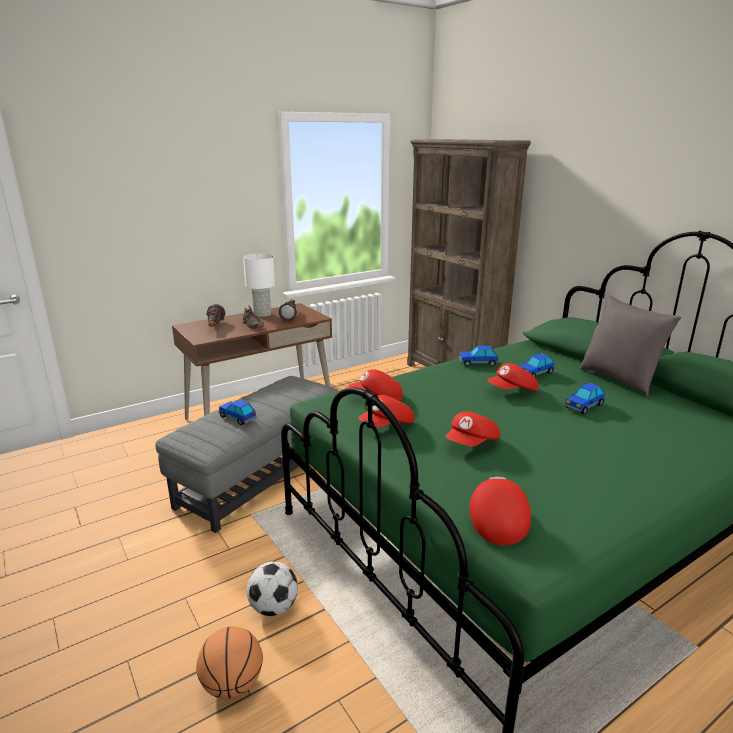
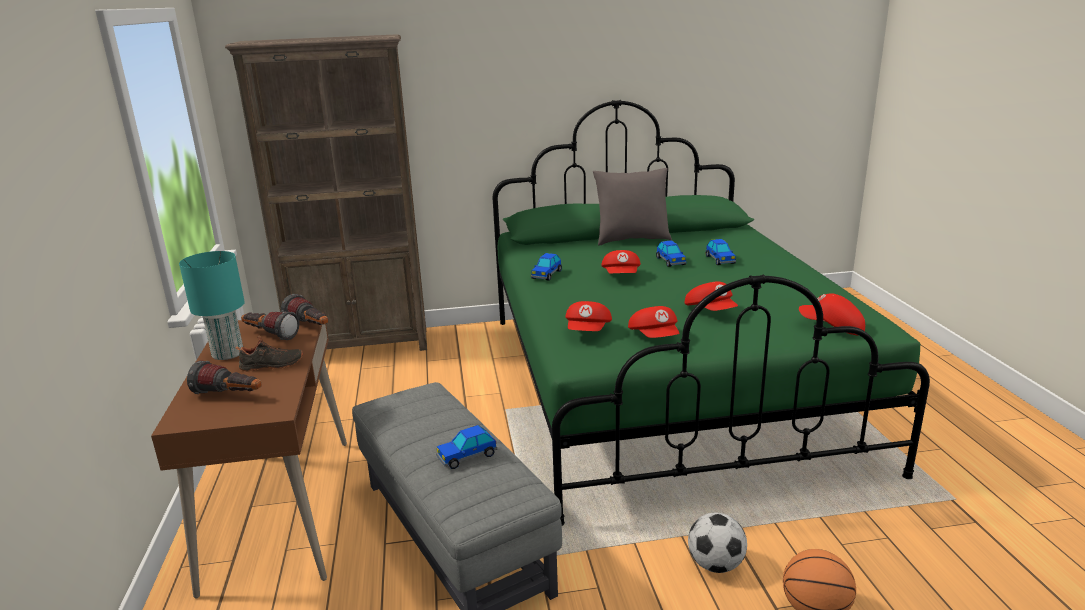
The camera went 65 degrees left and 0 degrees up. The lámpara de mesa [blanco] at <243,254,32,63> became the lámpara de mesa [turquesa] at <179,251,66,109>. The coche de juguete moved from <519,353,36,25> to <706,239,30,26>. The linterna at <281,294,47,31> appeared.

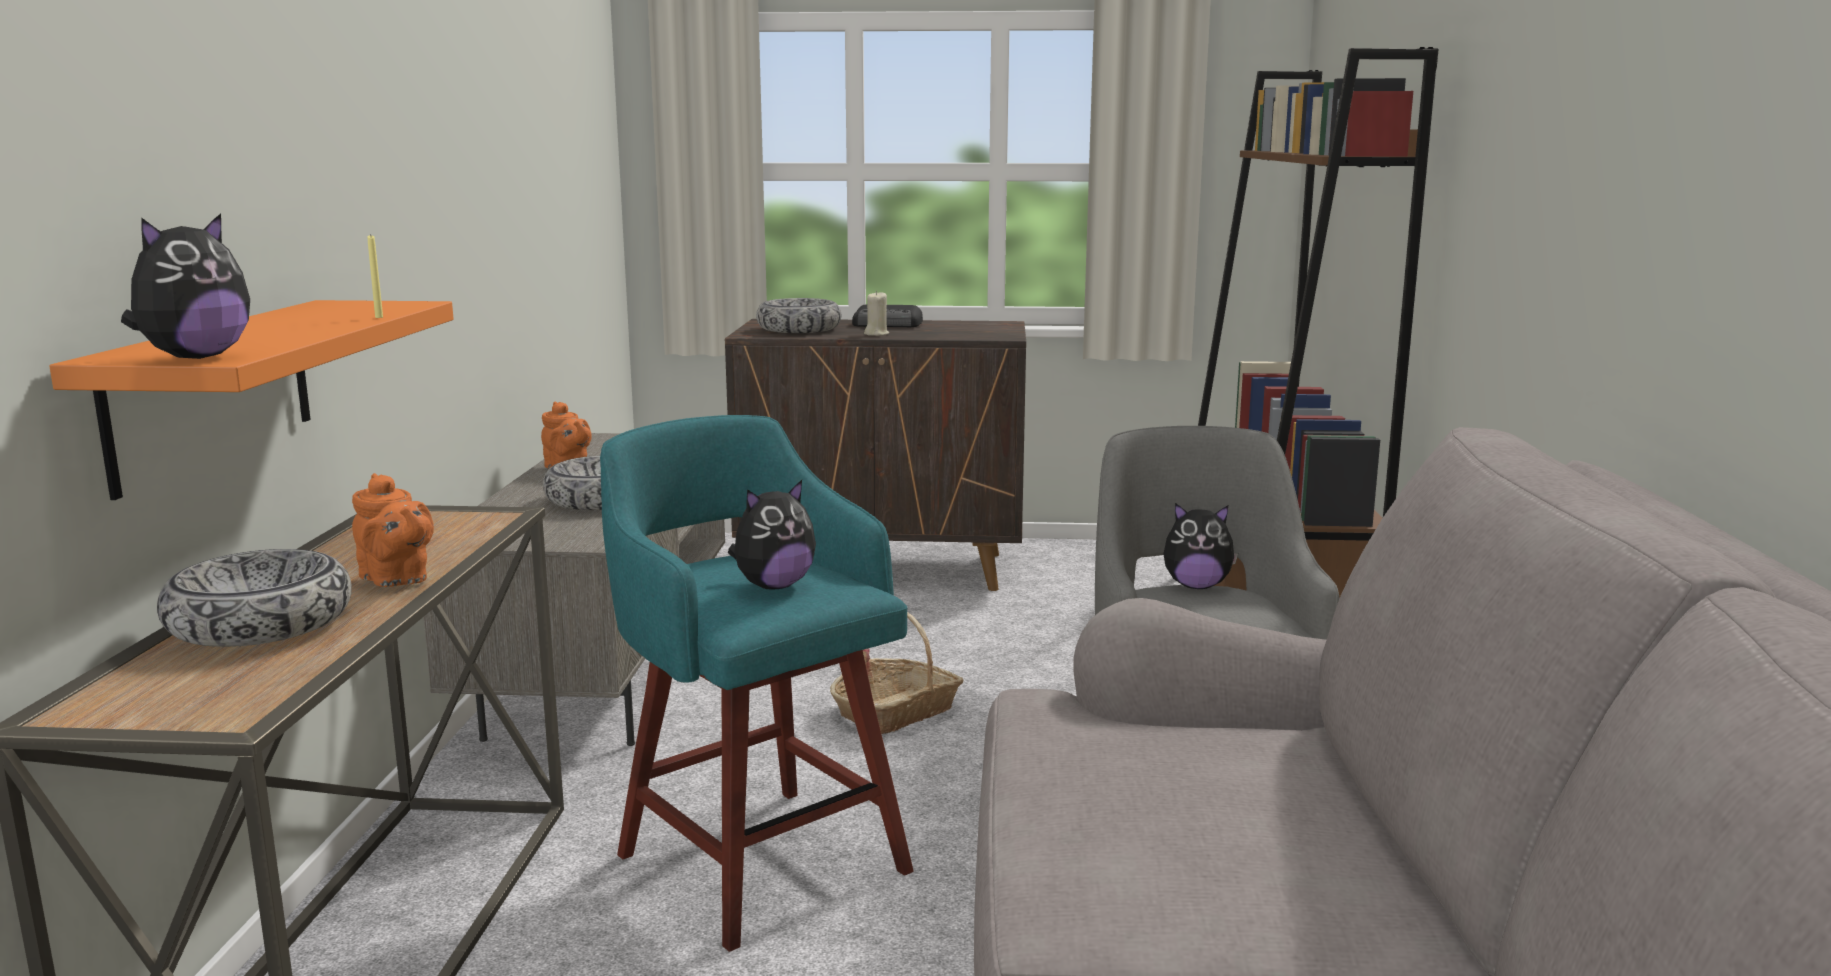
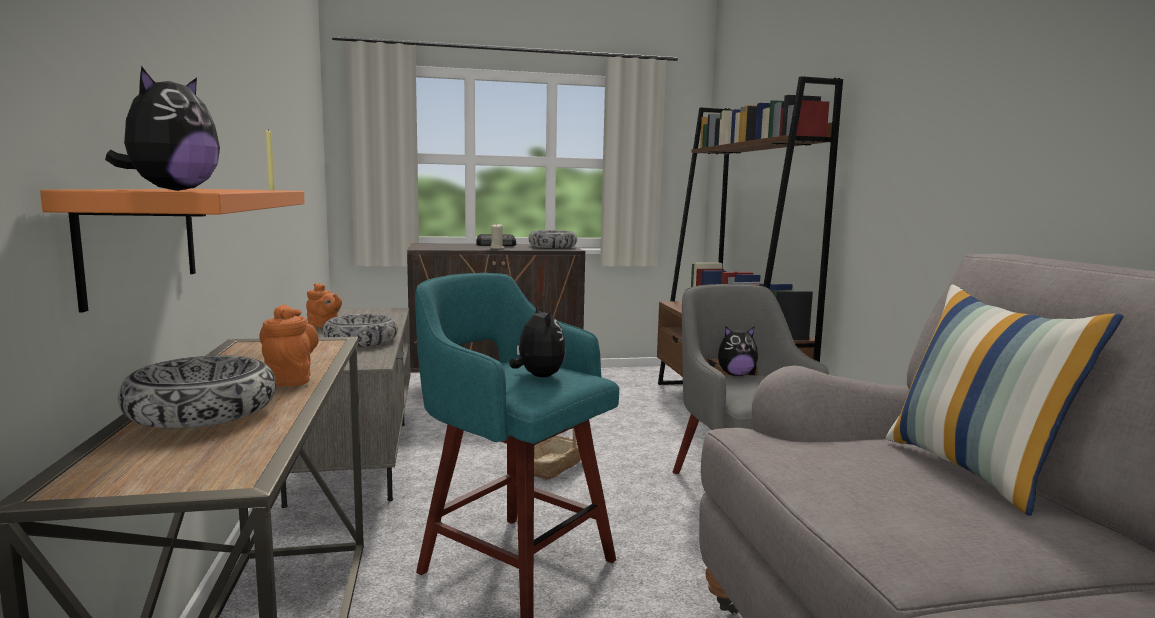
The camera went 15 degrees left and 5 degrees down. The cuenco moved from <756,298,86,35> to <529,230,48,18>. The tetera [naranja] at <352,473,82,114> turned 135 degrees counterclockwise. The peluche at <728,480,88,110> turned 60 degrees counterclockwise. The cojín at <886,284,237,232> appeared.

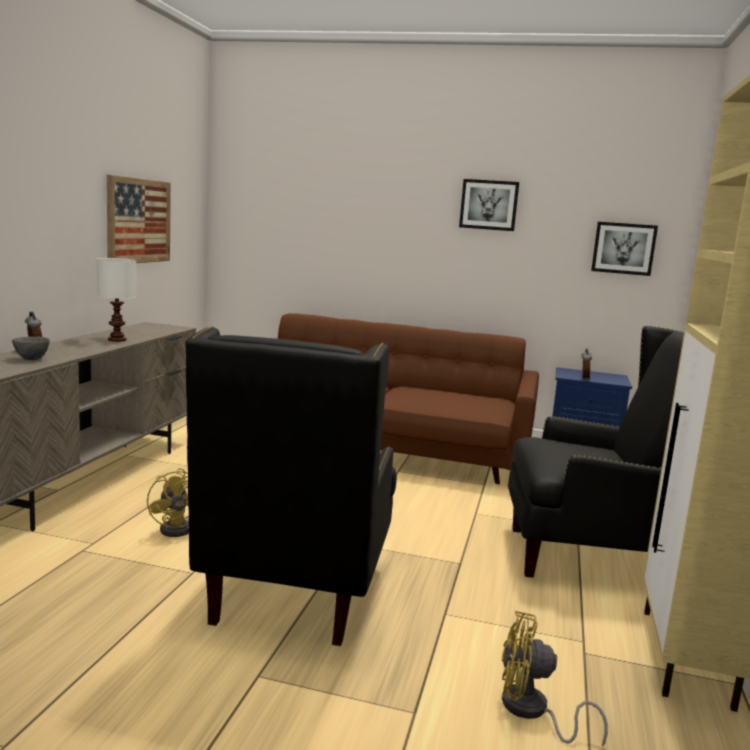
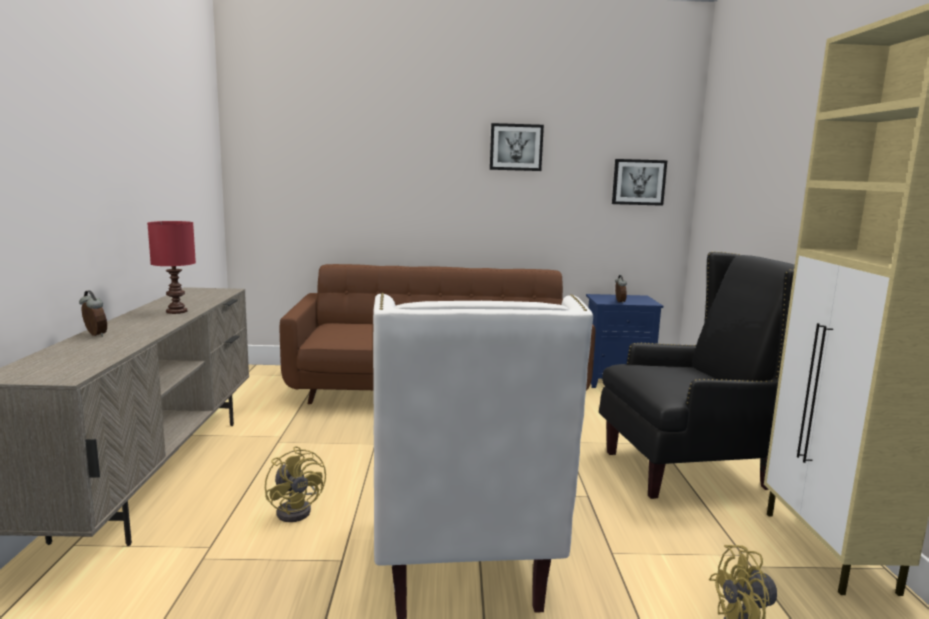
The camera went 15 degrees left and 0 degrees up. The cuadro at <107,175,64,88> disappeared. The lámpara de mesa [blanco] at <97,258,39,84> became the lámpara de mesa [rojo] at <147,221,49,93>. The sillón [negro] at <185,326,212,320> became the sillón [blanco] at <373,293,220,326>. The cuenco [gris] at <12,337,38,23> disappeared.

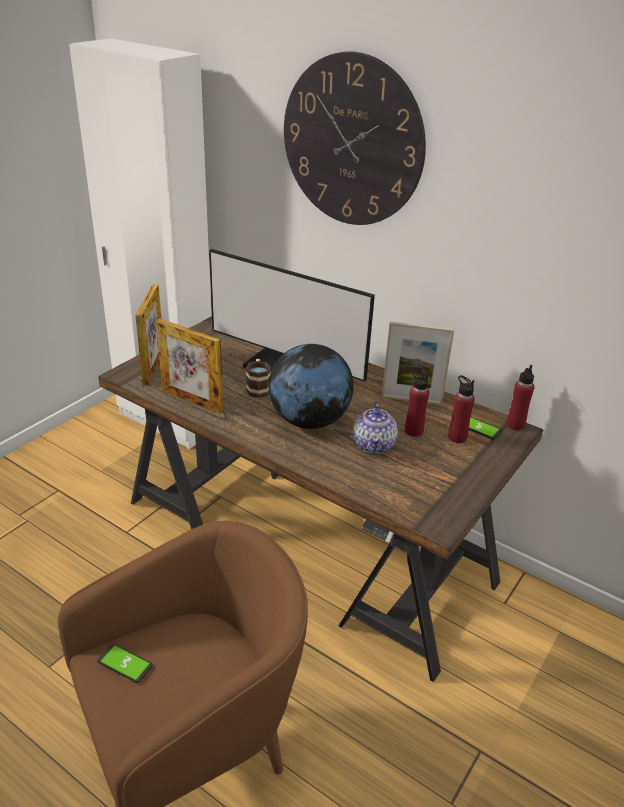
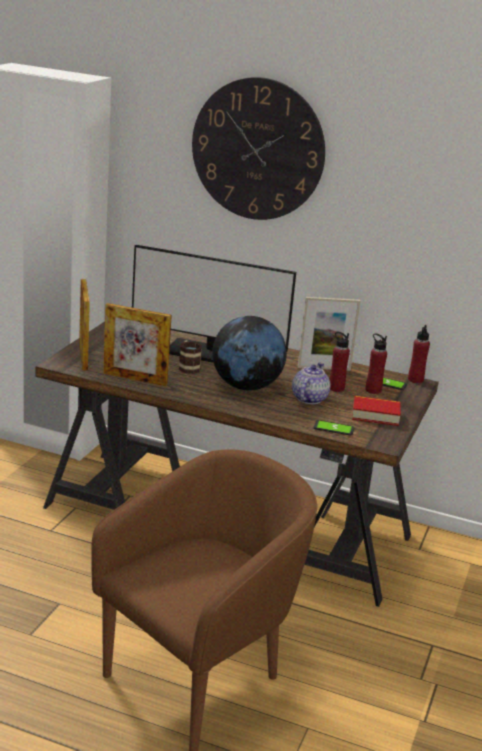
The camera went 15 degrees left and 10 degrees down. The tetera at <353,401,45,53> turned 150 degrees counterclockwise. The móvil moved from <97,644,56,39> to <314,420,40,16>. The libro at <352,396,48,30> appeared.

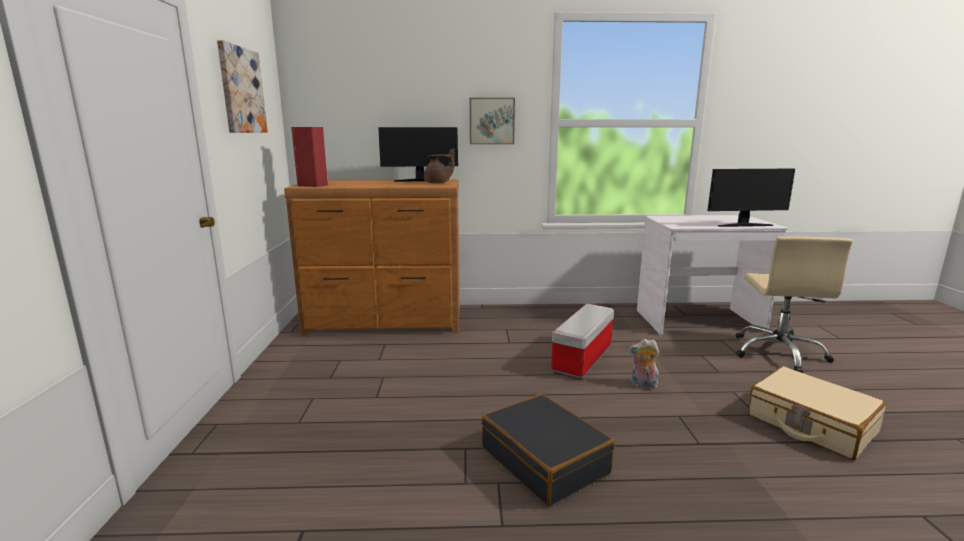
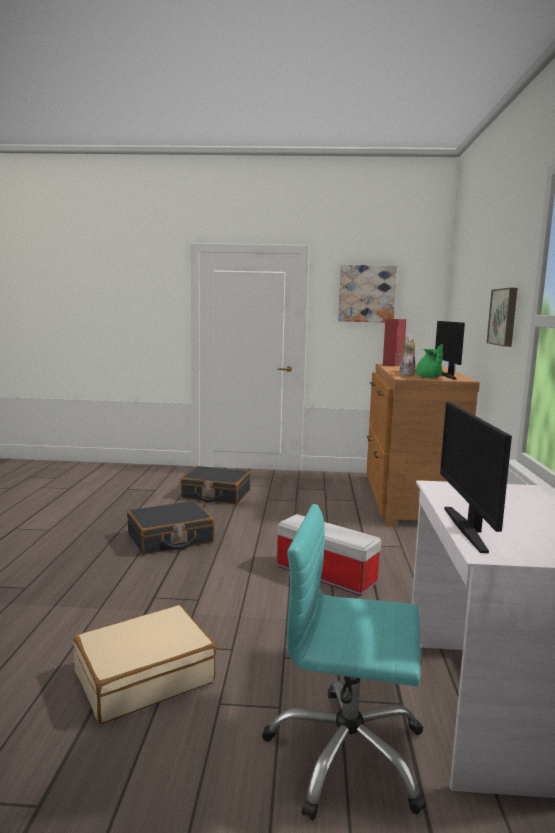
The camera went 95 degrees right and 5 degrees down. The tetera [marrón] at <424,148,31,35> became the tetera [verde] at <416,344,27,34>. The silla de oficina [beis] at <735,237,118,136> became the silla de oficina [turquesa] at <262,504,164,316>. The peluche moved from <629,339,30,50> to <398,335,18,40>. The maleta [negro] at <180,466,70,38> appeared.

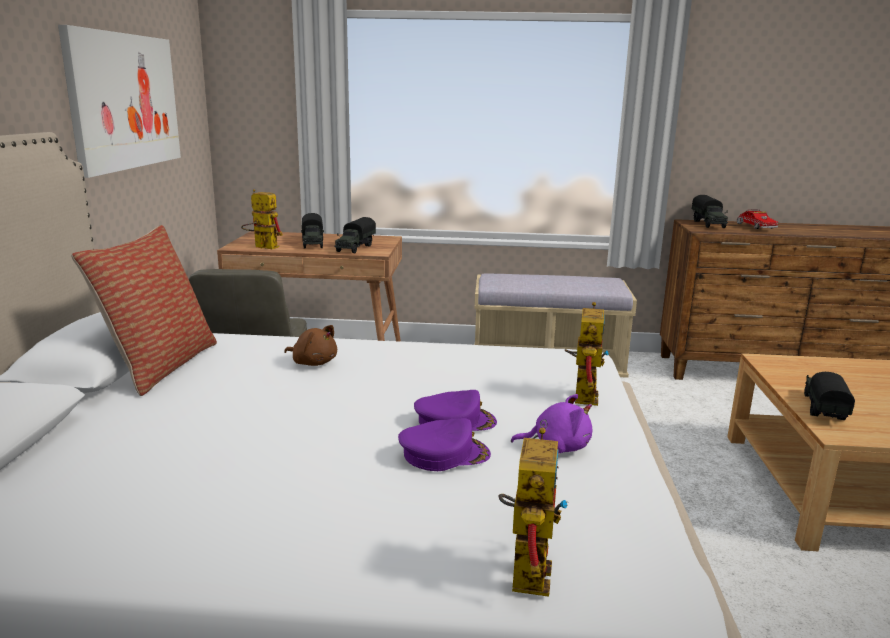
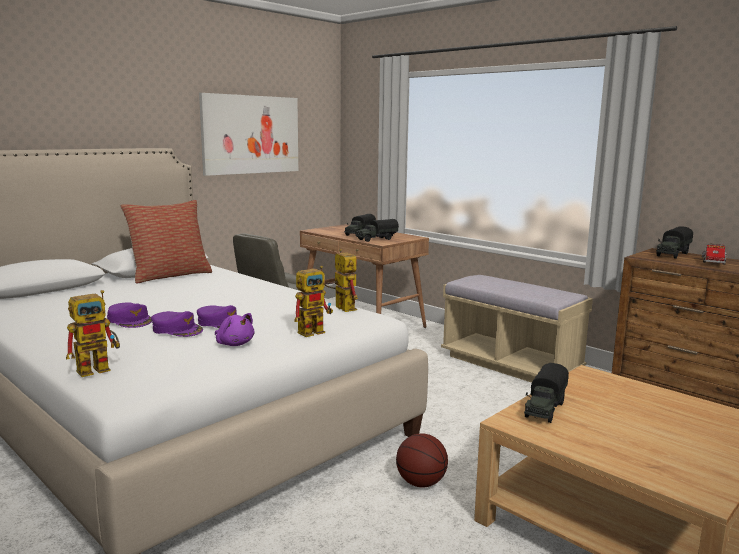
The camera went 40 degrees right and 5 degrees down. The robot de juguete moved from <241,189,42,60> to <325,249,33,63>. The peluche [marrón] at <284,325,53,41> disappeared. The camión de juguete at <804,372,51,48> turned 150 degrees clockwise. The gorra [morado] at <107,302,45,26> appeared. The balón de baloncesto at <396,433,52,54> appeared.

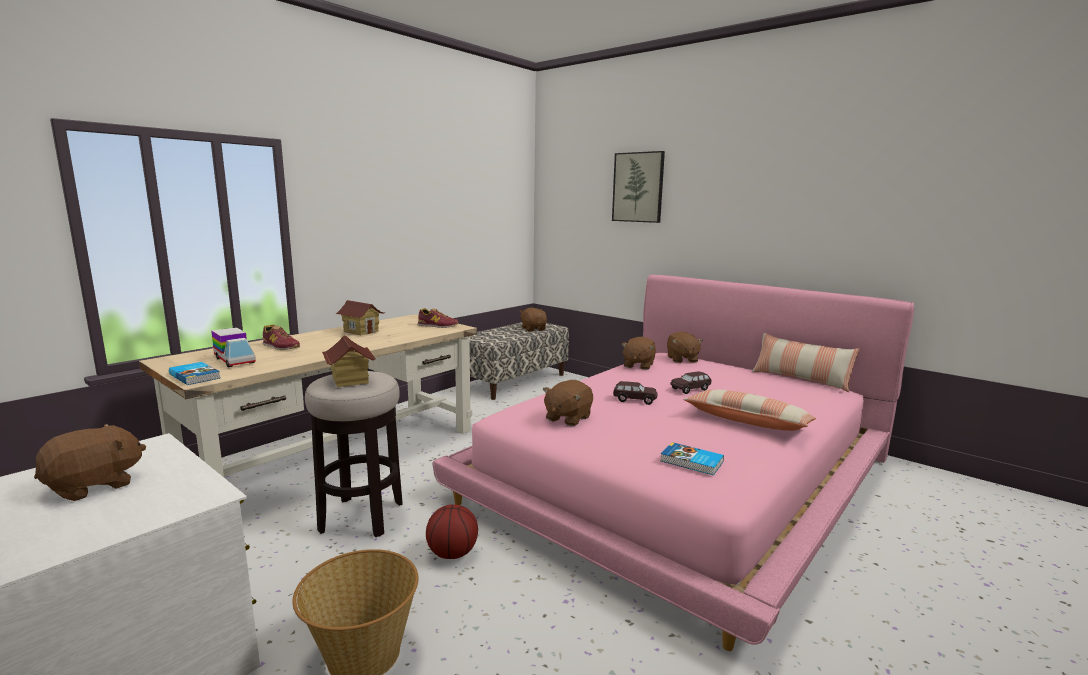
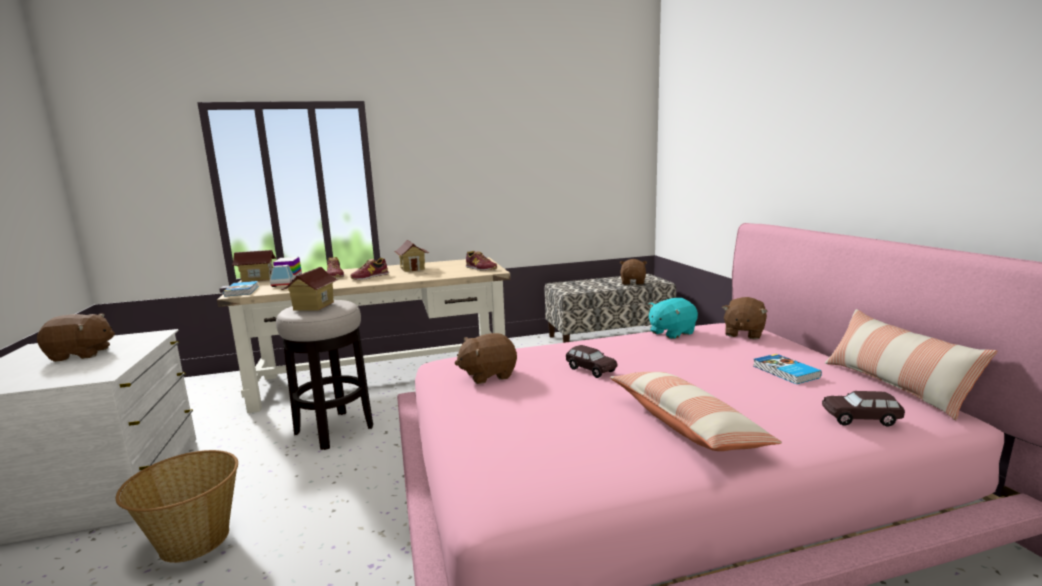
The camera went 35 degrees right and 0 degrees up. The cuadro at <612,151,53,72> disappeared. The peluche [marrón] at <622,337,34,33> became the peluche [turquesa] at <648,298,50,41>. The coche de juguete [marrón] moved from <670,371,41,23> to <822,391,83,35>. The libro moved from <660,442,64,33> to <754,354,68,30>. The balón de baloncesto at <426,505,52,54> disappeared. The casita at <232,250,44,32> appeared. The zapato at <350,258,39,22> appeared.

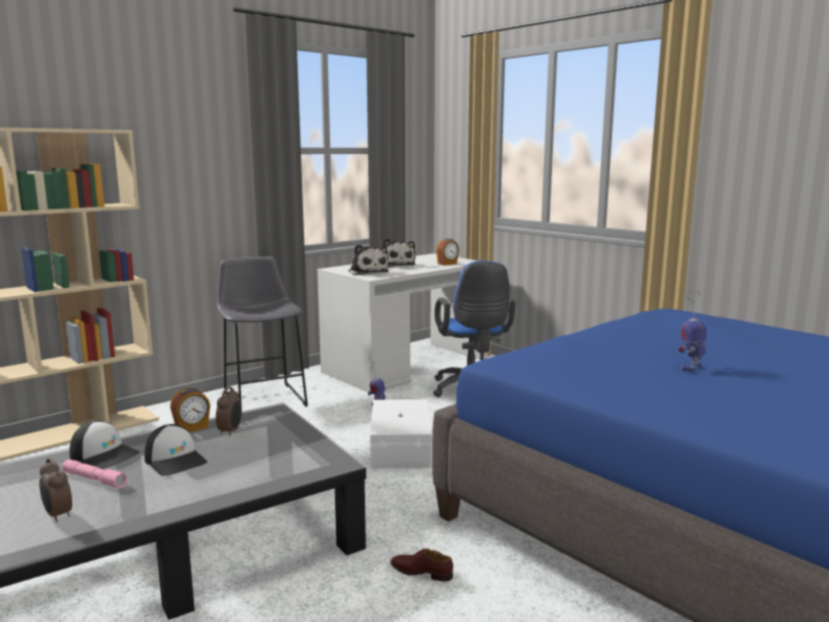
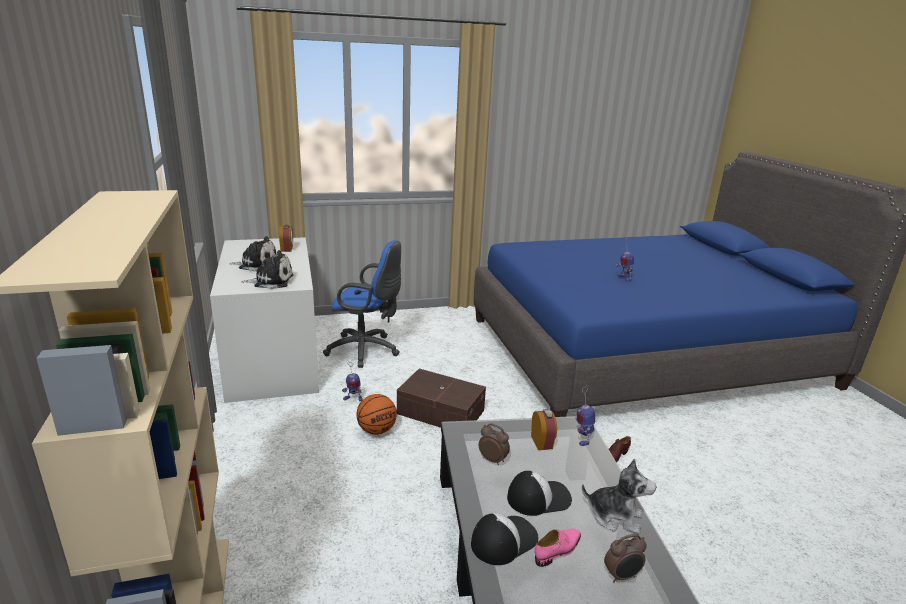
The camera went 65 degrees left and 10 degrees up. The taburete [gris] at <217,257,91,152> disappeared. The despertador moved from <170,388,40,44> to <531,409,26,41>. The caja de almacenaje [blanco] at <370,399,61,70> became the caja de almacenaje [marrón] at <397,369,89,59>. The linterna [rosa] at <62,459,65,30> was replaced by the zapato [rosa] at <534,528,47,39>. The robot de juguete at <576,385,19,61> appeared. The balón de baloncesto at <357,394,40,41> appeared. The peluche at <582,459,75,75> appeared.

